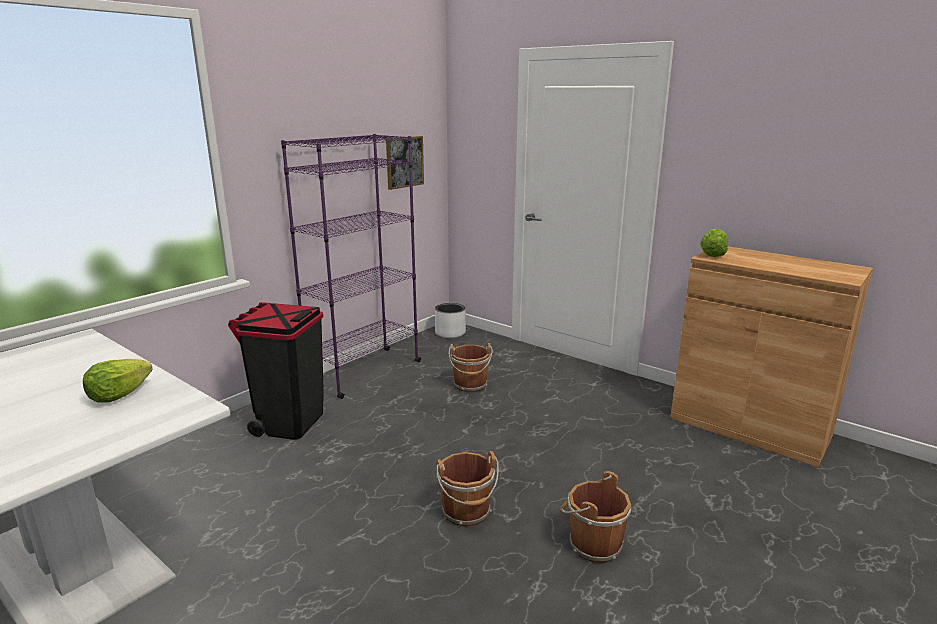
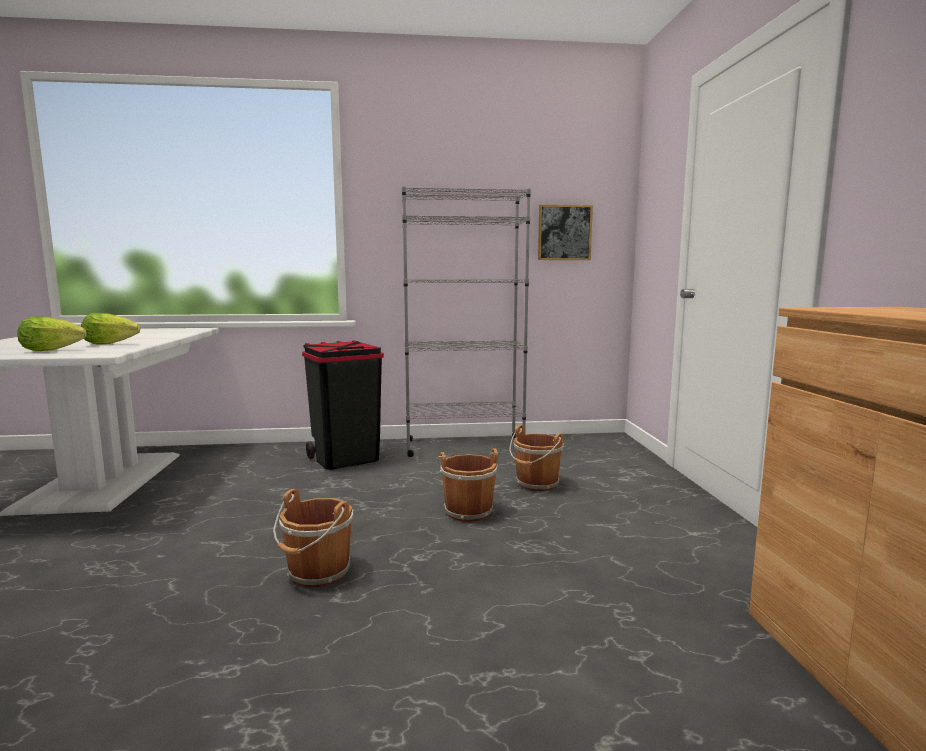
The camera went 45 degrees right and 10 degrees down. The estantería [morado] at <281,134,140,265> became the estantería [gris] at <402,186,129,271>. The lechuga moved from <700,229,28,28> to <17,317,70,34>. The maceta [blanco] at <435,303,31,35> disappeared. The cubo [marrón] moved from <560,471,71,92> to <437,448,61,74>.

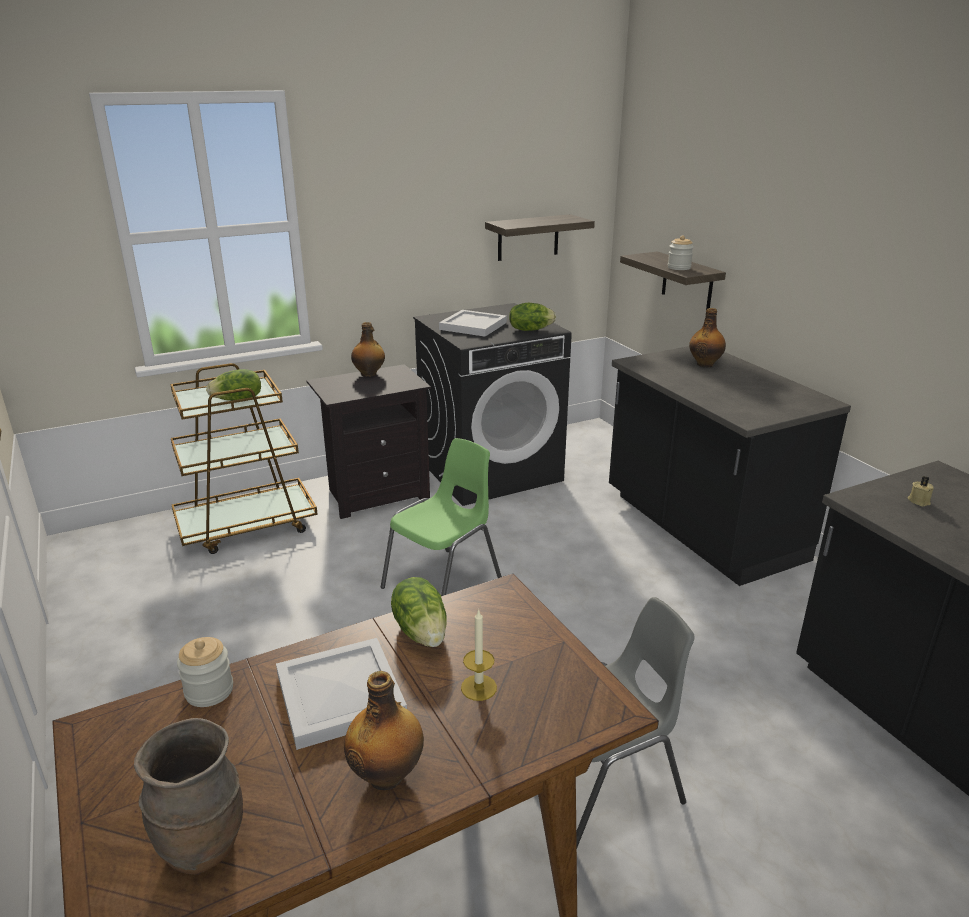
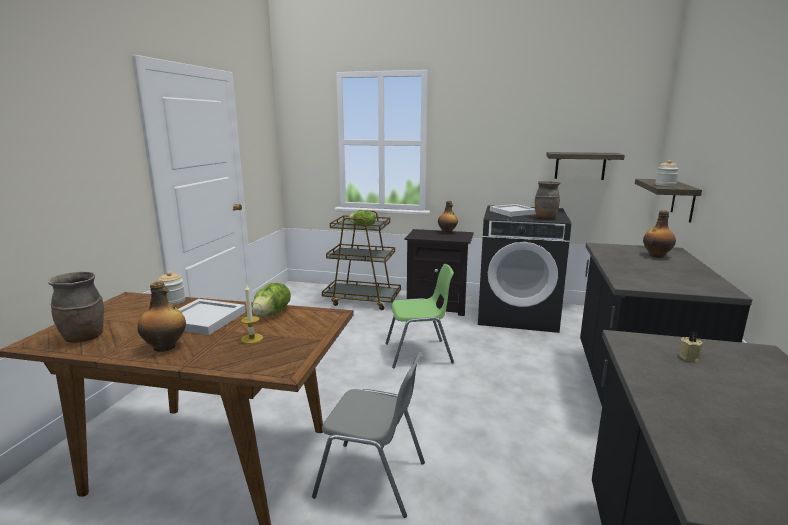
The camera went 40 degrees right and 10 degrees down. The lechuga at <509,303,47,28> was replaced by the florero [marrón] at <535,181,26,38>.

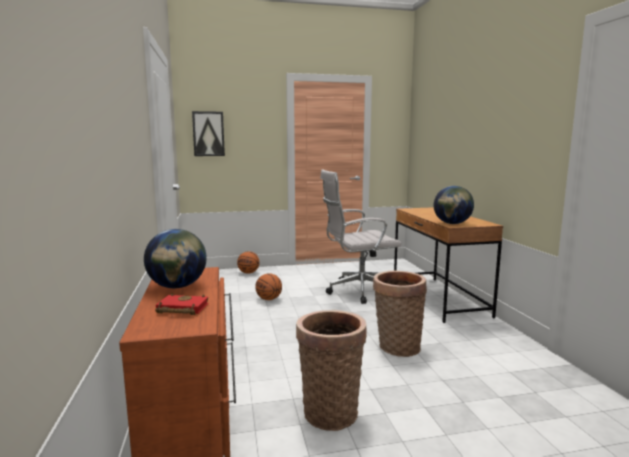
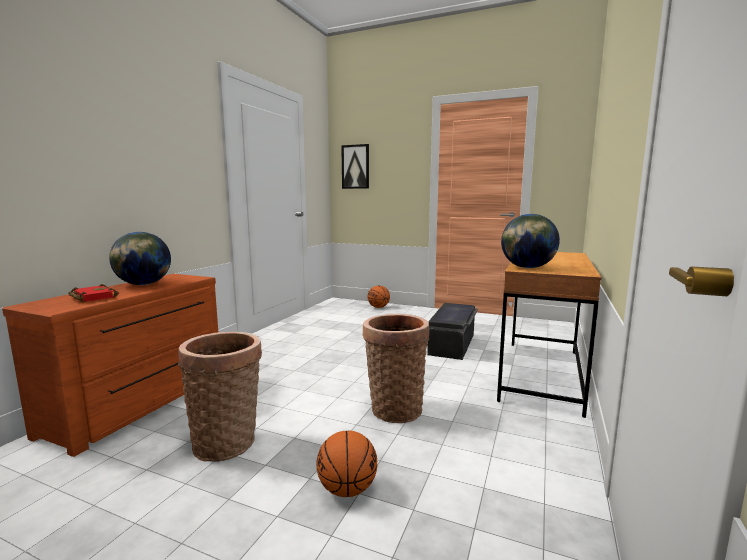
The camera went 35 degrees right and 0 degrees up. The silla de oficina [blanco] at <320,170,82,134> was replaced by the caja de almacenaje [negro] at <427,303,51,57>. The balón de baloncesto moved from <255,273,27,27> to <317,431,60,66>.

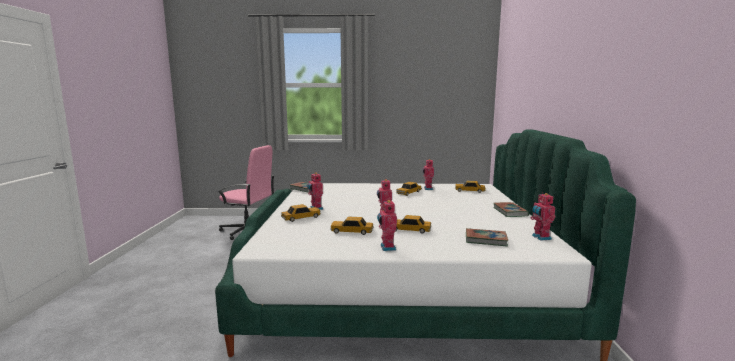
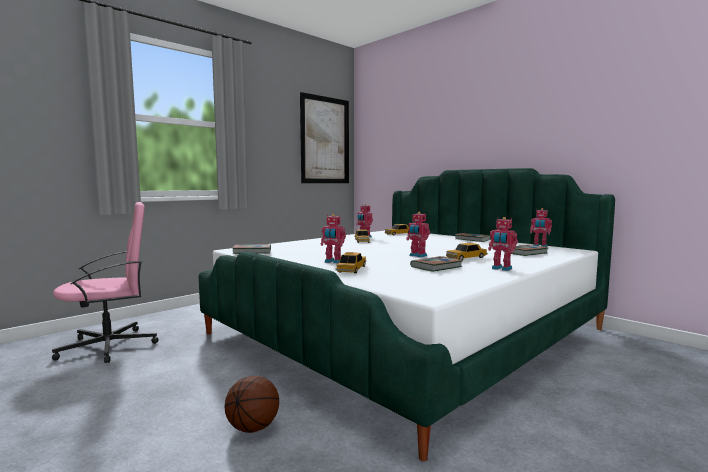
The camera went 45 degrees left and 5 degrees down. The coche de juguete at <331,217,43,18> was replaced by the libro at <410,256,53,16>. The cuadro at <300,92,49,91> appeared. The balón de baloncesto at <224,375,55,58> appeared.

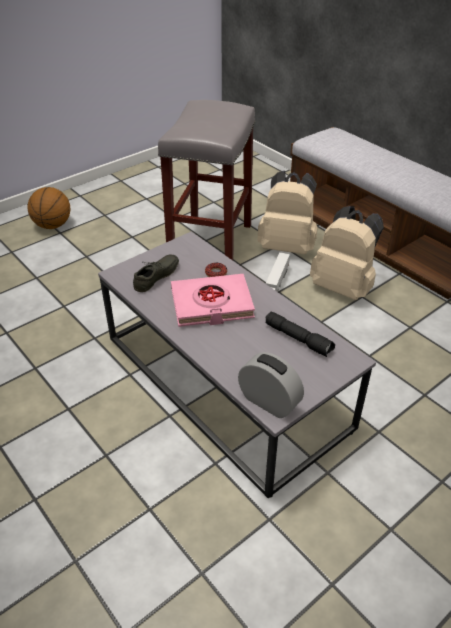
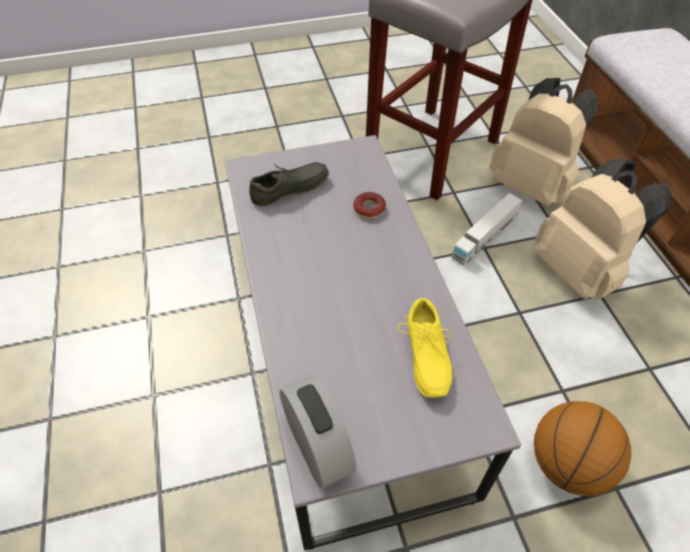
The camera went 25 degrees right and 10 degrees up. The balón de baloncesto moved from <27,187,43,42> to <534,401,97,95>. The libro [rosa] at <171,274,84,53> disappeared. The linterna [negro] at <265,312,70,45> was replaced by the zapato [amarillo] at <397,298,56,100>.

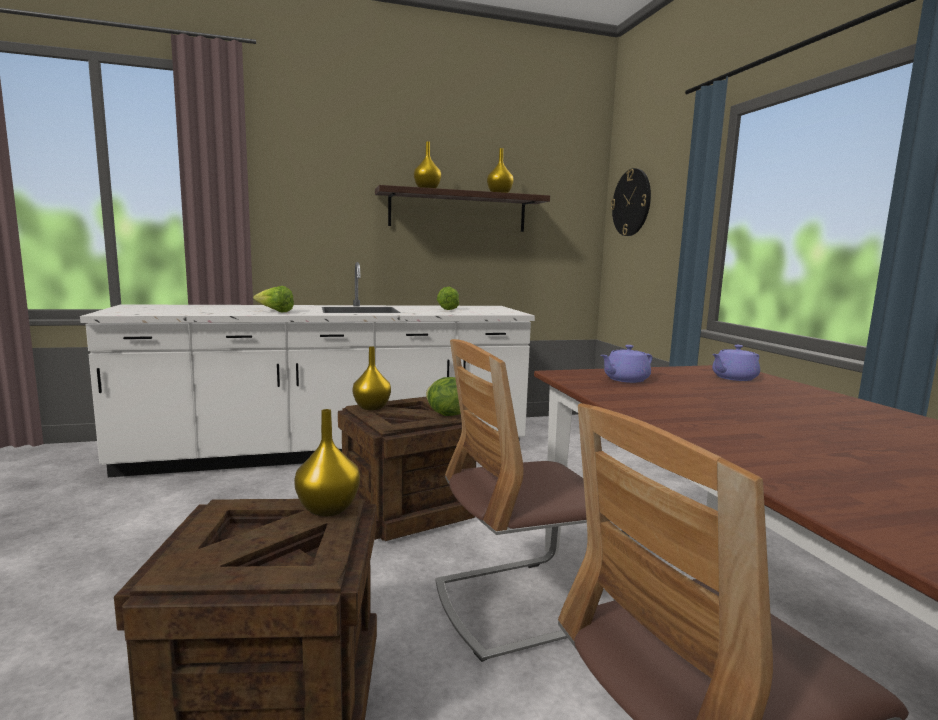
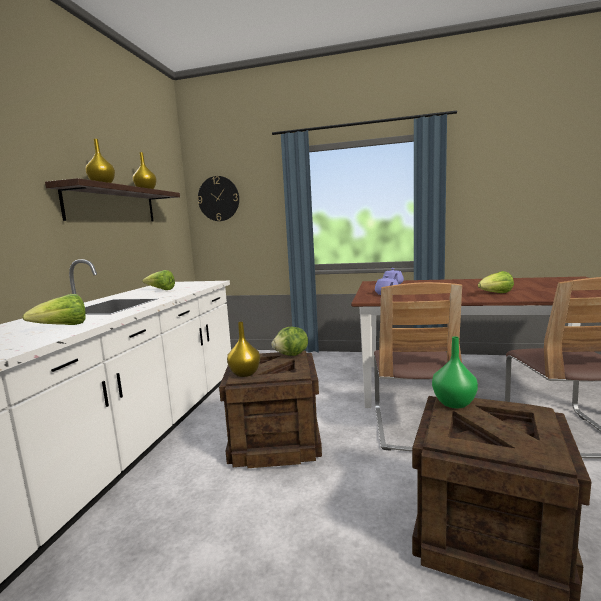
The camera went 60 degrees left and 0 degrees up. The florero [amarillo] at <294,409,66,107> became the florero [verde] at <432,337,46,71>. The lechuga at <478,271,36,22> appeared.

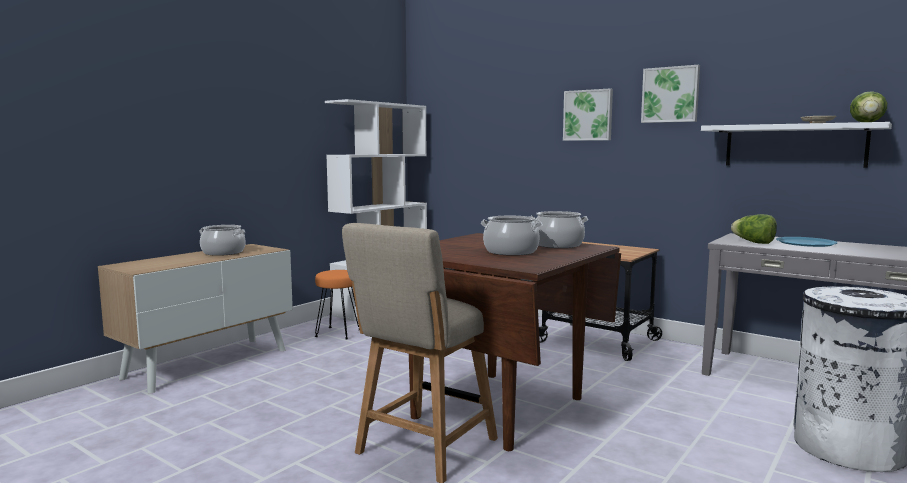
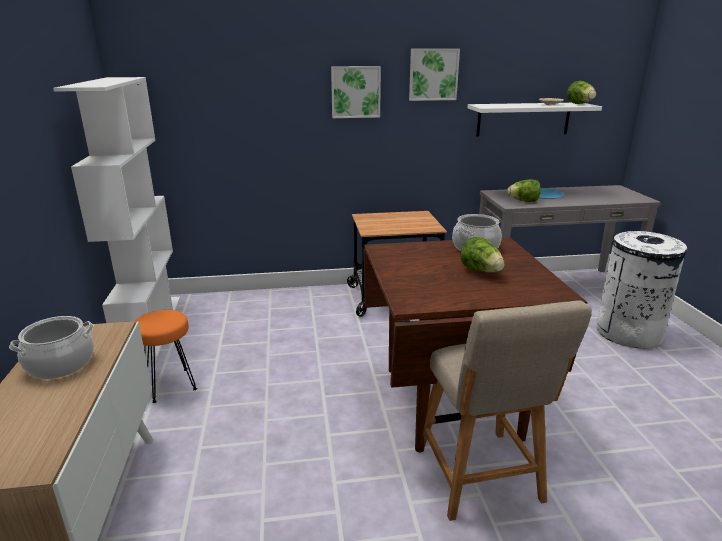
The camera went 45 degrees left and 15 degrees up. The olla at <481,216,62,40> was replaced by the lechuga at <461,236,43,37>.

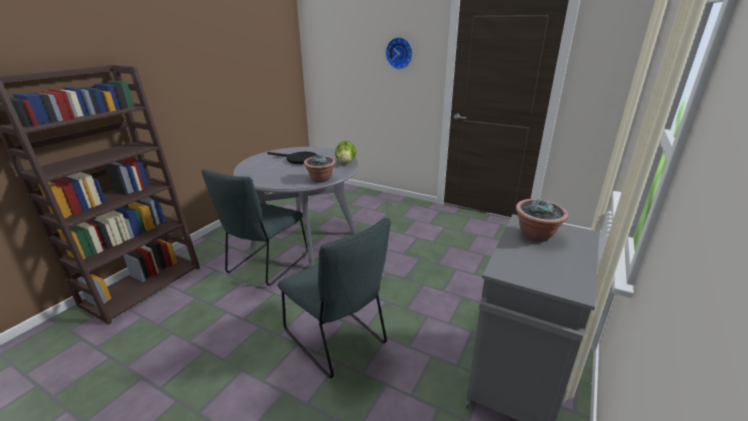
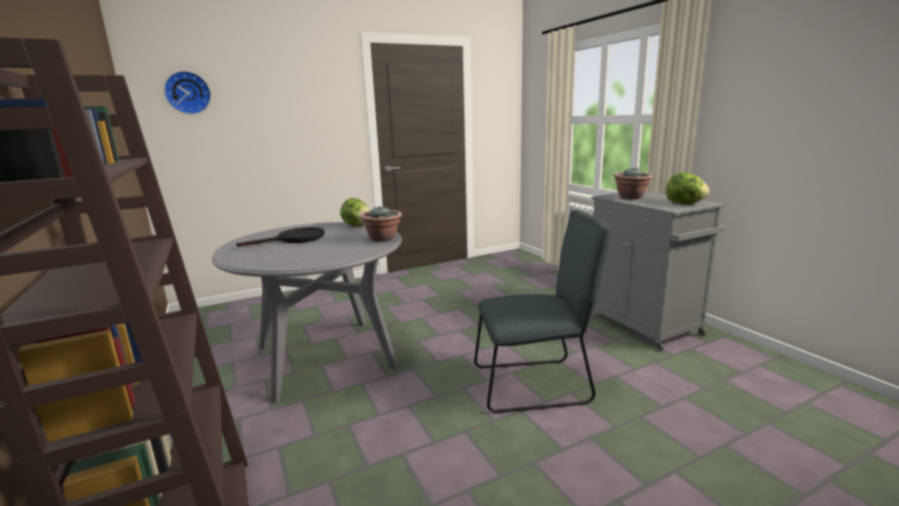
The camera went 55 degrees left and 10 degrees down. The reloj de pared moved from <385,37,28,33> to <164,71,47,43>. The silla [gris] at <201,169,107,117> disappeared. The lechuga at <666,173,44,31> appeared.

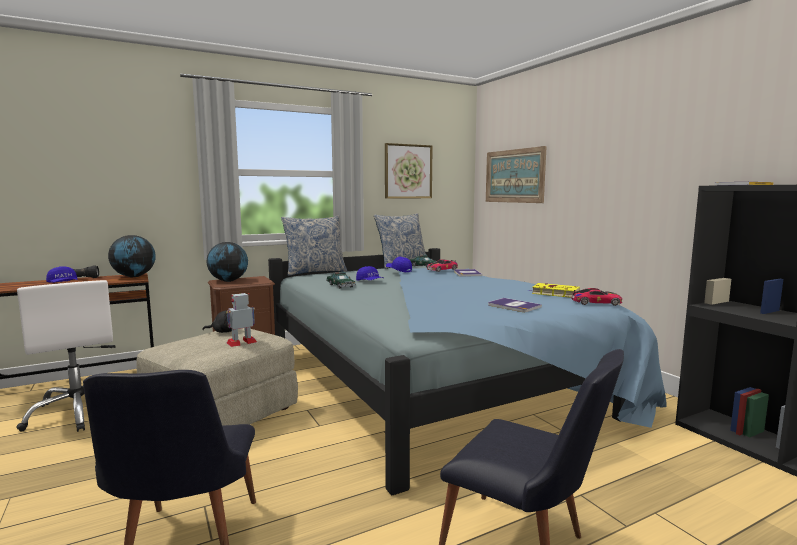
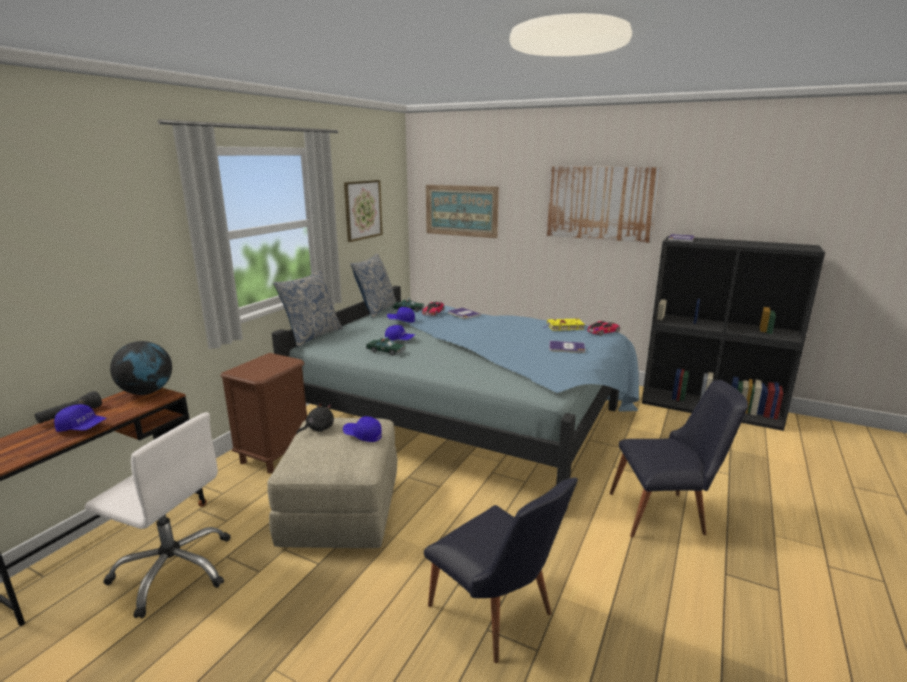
The camera went 35 degrees left and 10 degrees up. The globo terráqueo at <207,242,41,40> disappeared. The robot de juguete at <226,293,31,54> was replaced by the gorra [azul] at <343,416,39,26>. The cuadro at <547,166,114,77> appeared.

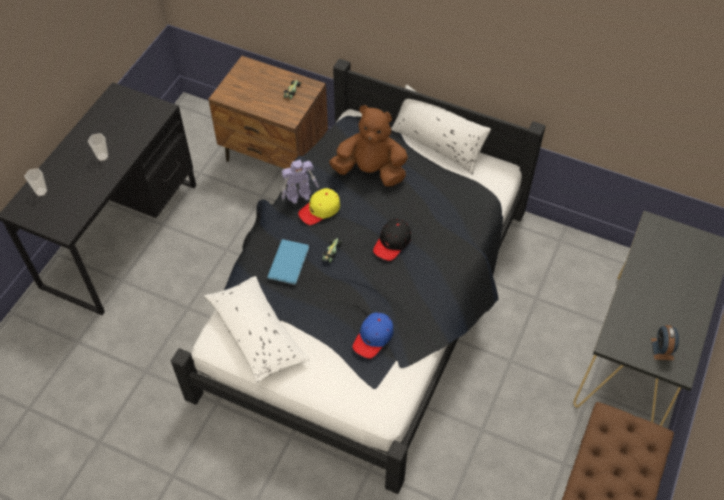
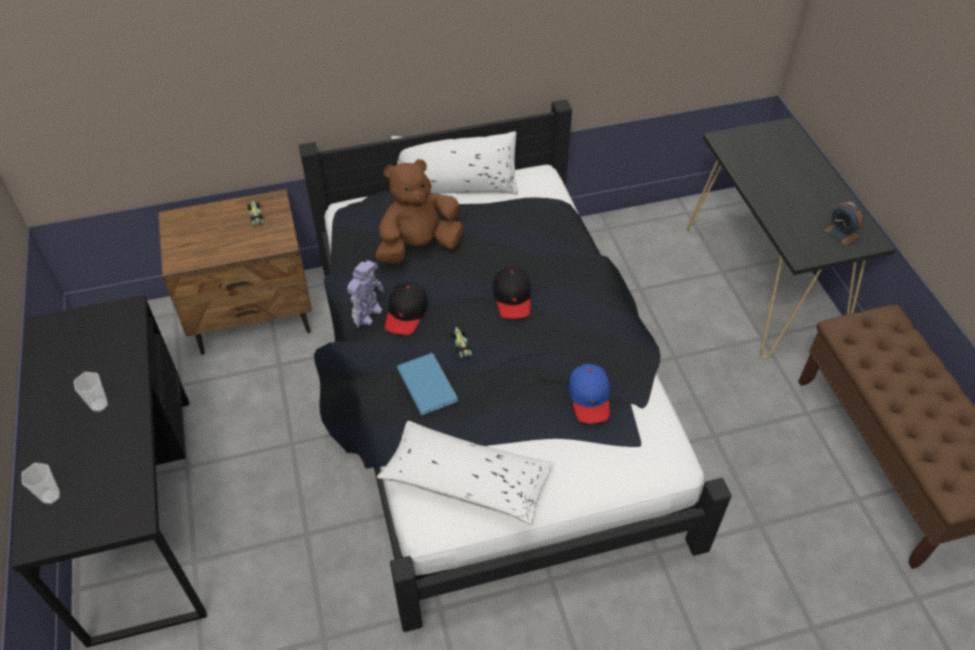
The camera went 40 degrees left and 5 degrees down. The gorra [amarillo] at <298,188,42,37> became the gorra [negro] at <385,282,43,53>.

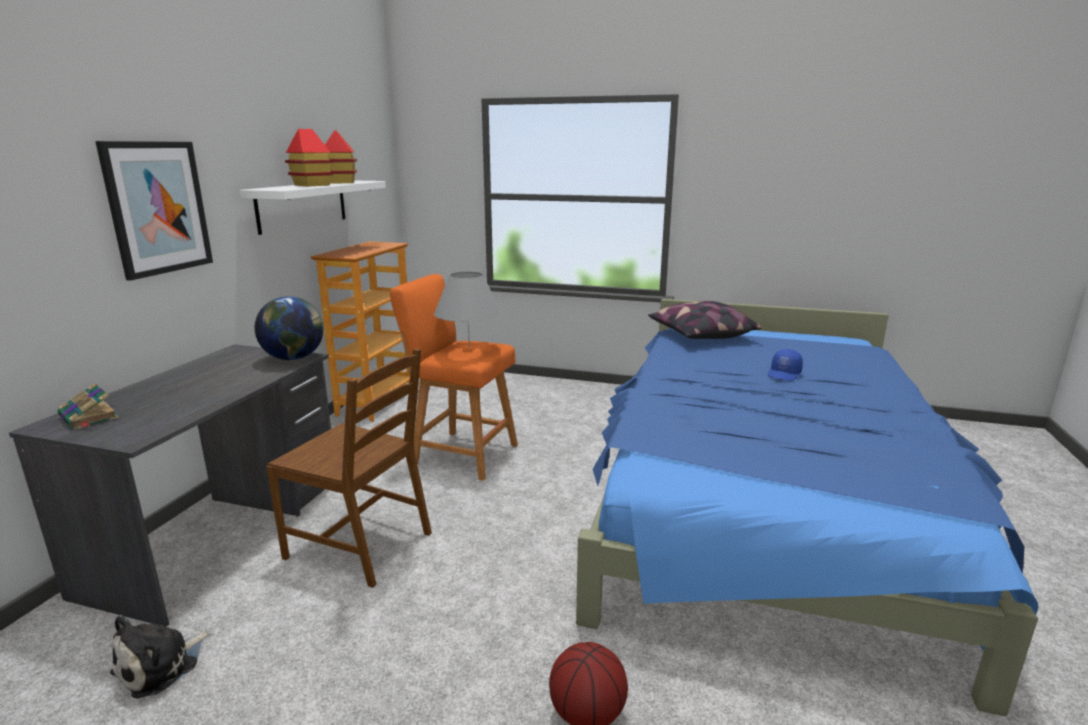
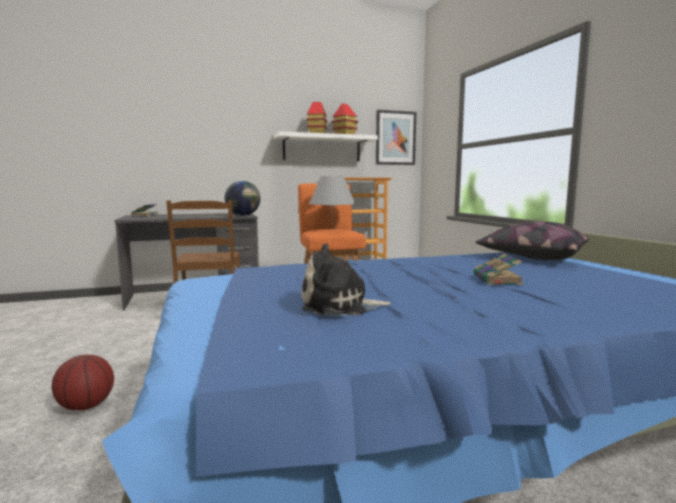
The camera went 55 degrees right and 10 degrees down. The cuadro moved from <95,141,118,140> to <376,110,40,55>. The gorra [azul] at <768,349,35,32> was replaced by the libro at <473,254,51,31>. The peluche moved from <110,615,100,84> to <302,244,89,71>.

